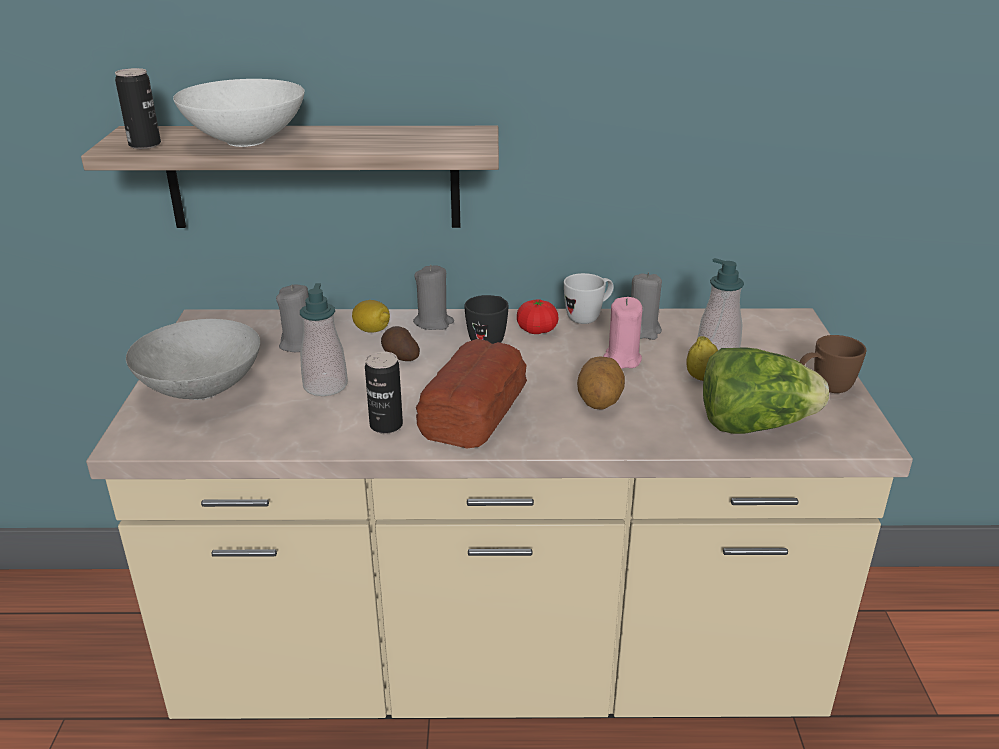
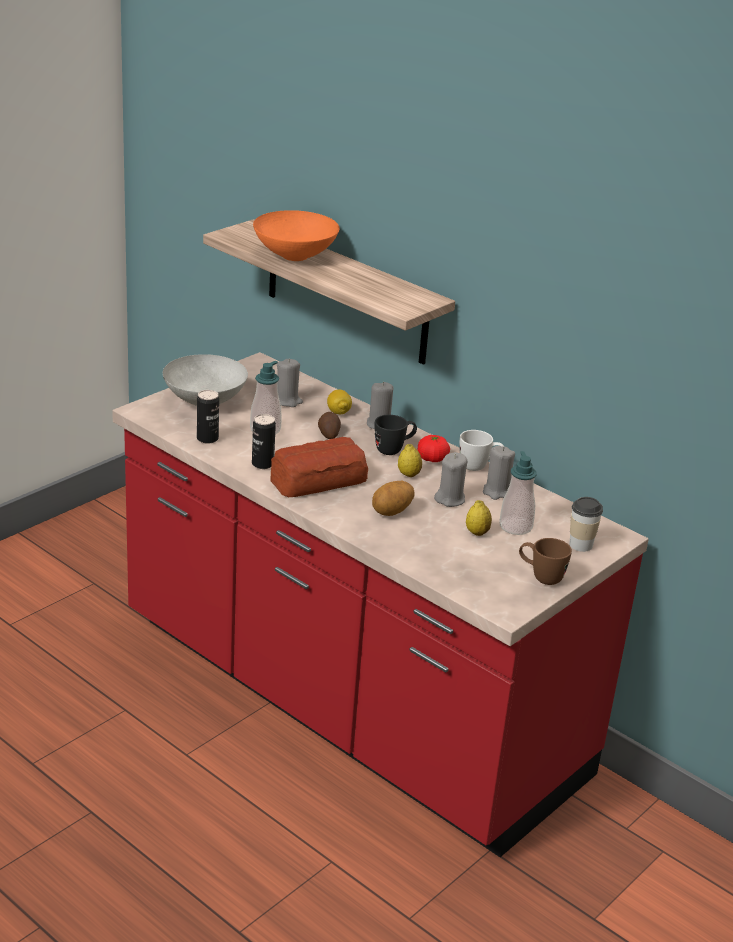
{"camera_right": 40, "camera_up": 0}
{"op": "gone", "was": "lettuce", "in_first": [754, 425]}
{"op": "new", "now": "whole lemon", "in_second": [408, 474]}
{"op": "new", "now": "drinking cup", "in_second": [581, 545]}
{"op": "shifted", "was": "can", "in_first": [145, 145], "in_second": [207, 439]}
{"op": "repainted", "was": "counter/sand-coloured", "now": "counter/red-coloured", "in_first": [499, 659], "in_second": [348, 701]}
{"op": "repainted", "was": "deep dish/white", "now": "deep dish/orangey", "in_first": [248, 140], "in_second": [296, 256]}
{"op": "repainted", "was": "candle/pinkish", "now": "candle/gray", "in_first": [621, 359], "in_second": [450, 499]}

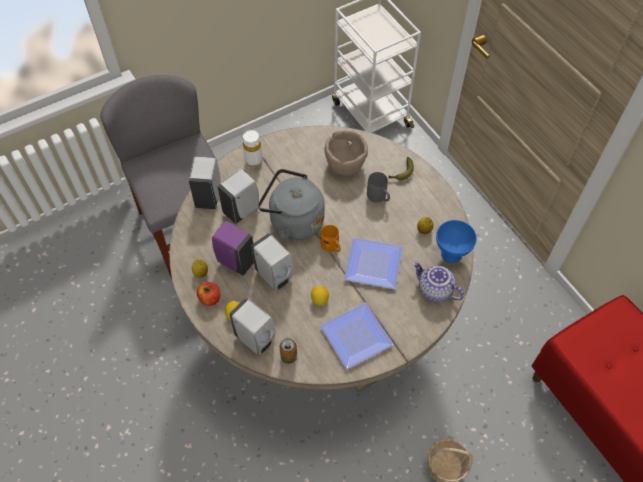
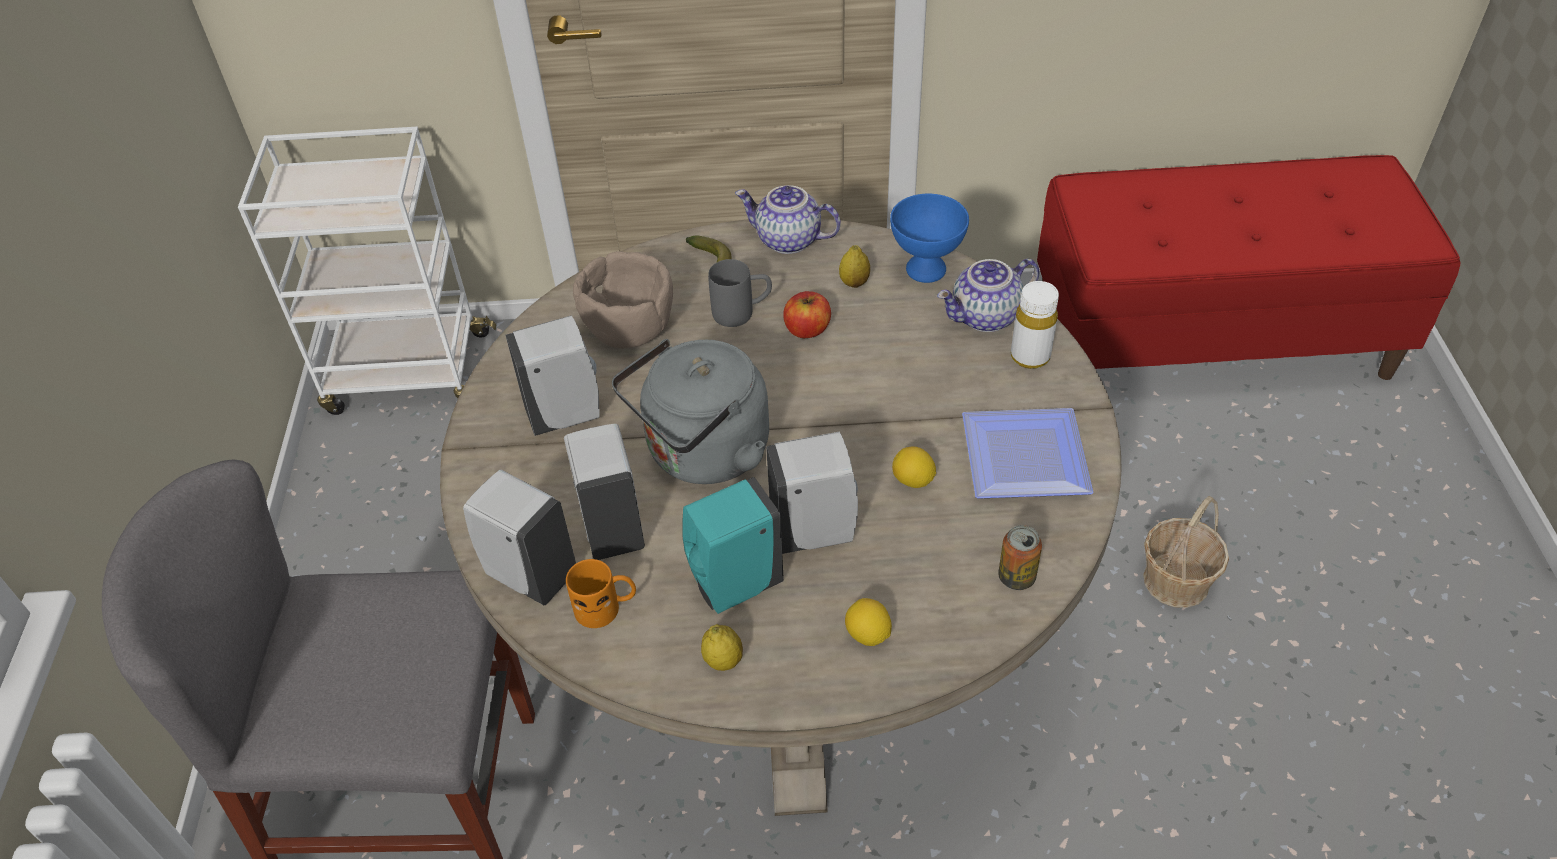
{"camera_right": -60, "camera_up": -10}
{"op": "gone", "was": "dinner plate", "in_first": [372, 262]}
{"op": "new", "now": "tea pot", "in_second": [787, 241]}
{"op": "shifted", "was": "whole apple", "in_first": [210, 298], "in_second": [807, 329]}
{"op": "shifted", "was": "soap bottle/white", "in_first": [256, 340], "in_second": [567, 414]}
{"op": "shifted", "was": "beverage bottle/white", "in_first": [254, 160], "in_second": [1030, 356]}
{"op": "shifted", "was": "coffee mug/orangey", "in_first": [332, 247], "in_second": [606, 607]}
{"op": "repainted", "was": "soap bottle/purple", "now": "soap bottle/blue-green", "in_first": [235, 261], "in_second": [733, 586]}

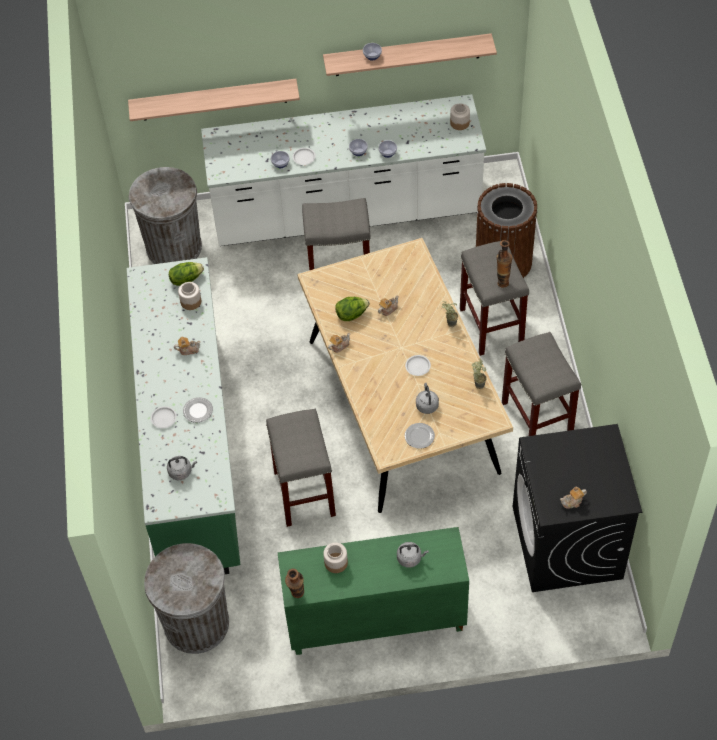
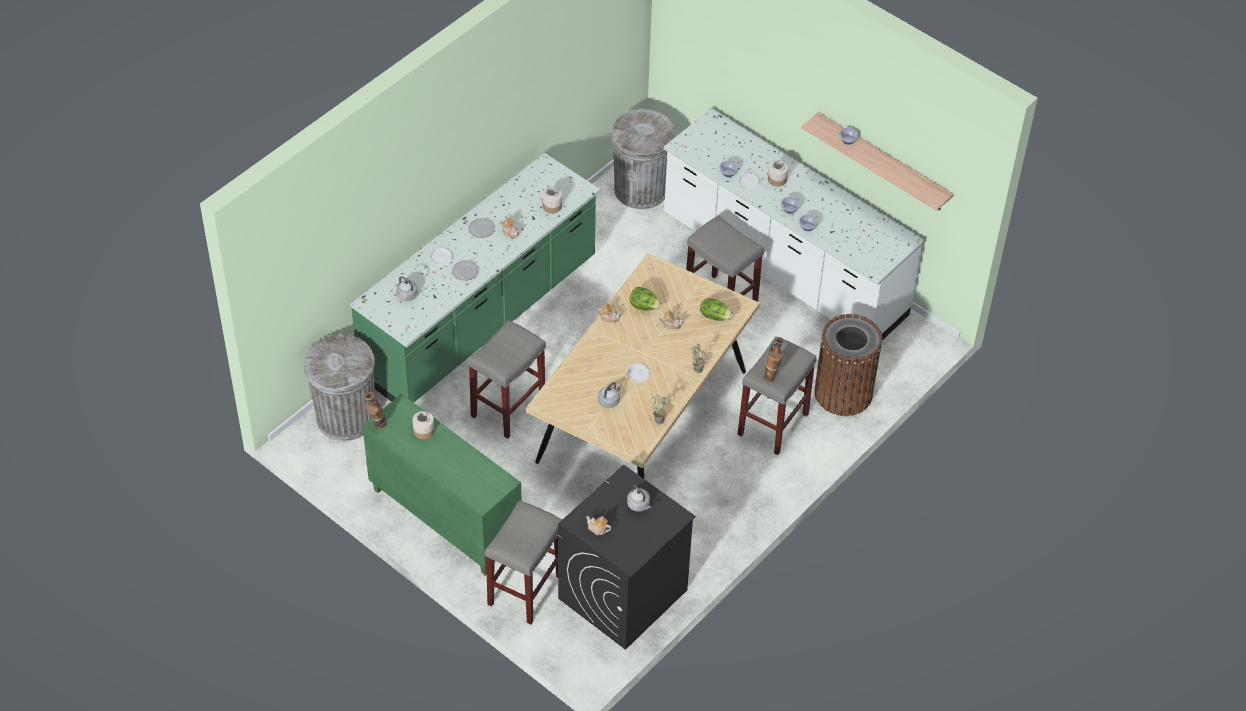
{"camera_right": 45, "camera_up": -5}
{"op": "gone", "was": "wall shelf", "in_first": [214, 99]}
{"op": "shifted", "was": "lettuce", "in_first": [186, 279], "in_second": [715, 316]}
{"op": "shifted", "was": "kettle/gray", "in_first": [410, 558], "in_second": [639, 505]}
{"op": "shifted", "was": "dinner plate", "in_first": [419, 436], "in_second": [481, 229]}
{"op": "shifted", "was": "storage jar", "in_first": [459, 123], "in_second": [777, 179]}
{"op": "shifted", "was": "stool/gray", "in_first": [538, 419], "in_second": [525, 591]}

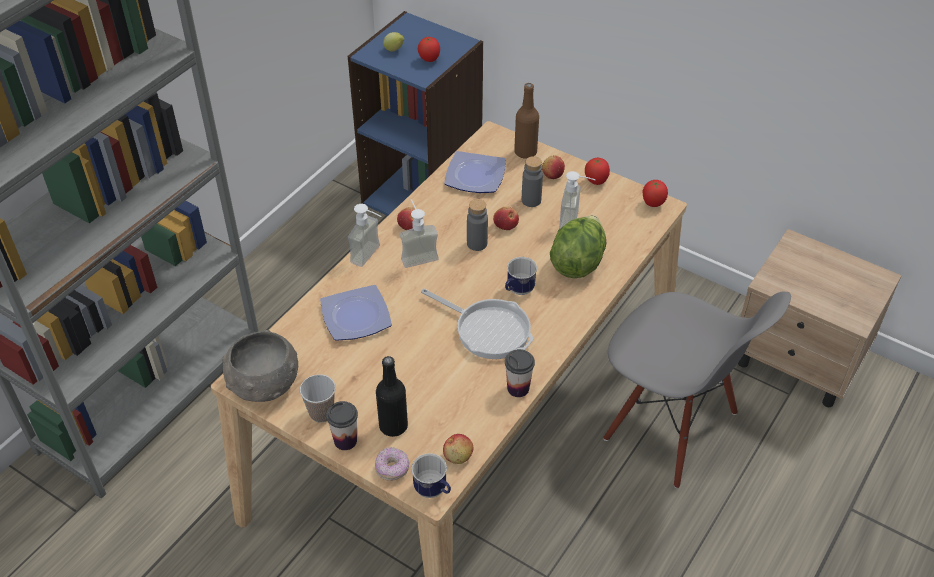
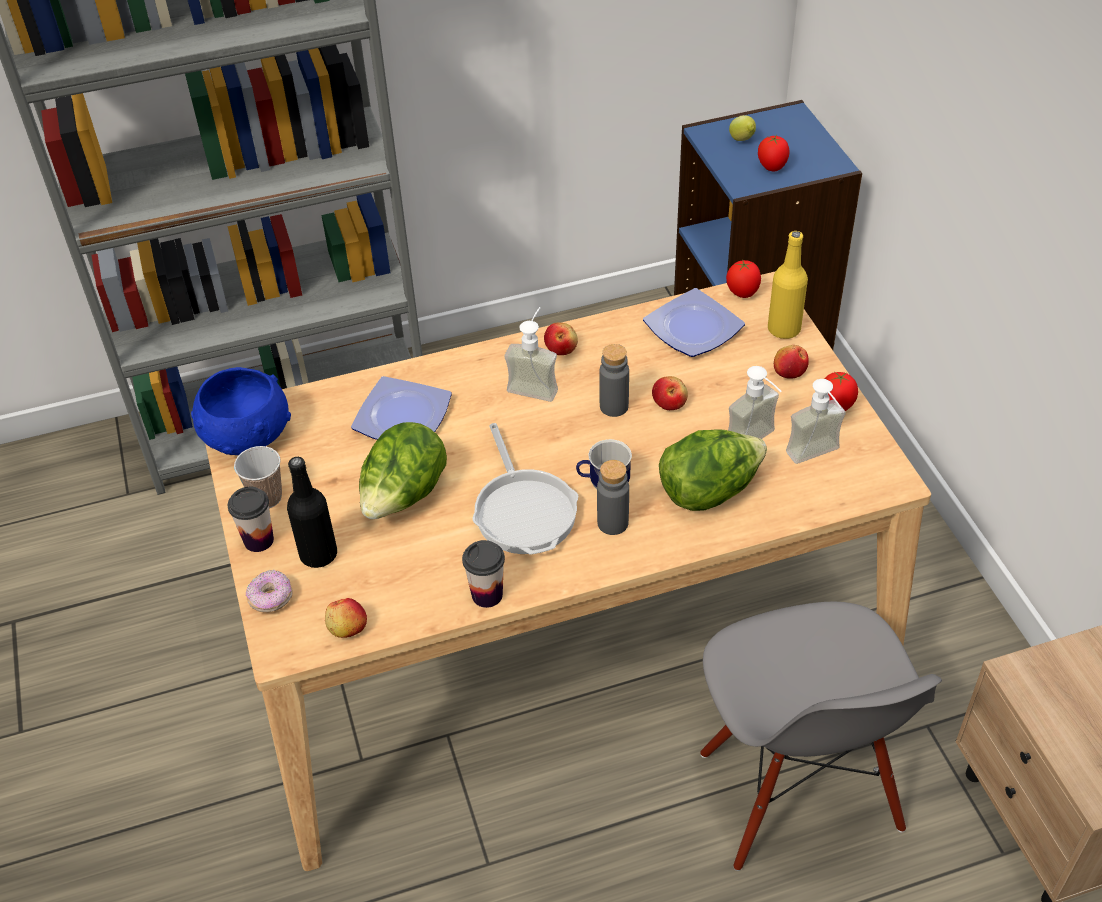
{"camera_right": 40, "camera_up": 0}
{"op": "gone", "was": "coffee mug", "in_first": [433, 491]}
{"op": "new", "now": "lettuce", "in_second": [404, 497]}
{"op": "shifted", "was": "soap bottle", "in_first": [371, 257], "in_second": [818, 457]}
{"op": "shifted", "was": "beverage bottle/gray", "in_first": [531, 200], "in_second": [612, 523]}
{"op": "shifted", "was": "fresh tomato", "in_first": [652, 204], "in_second": [742, 293]}
{"op": "repainted", "was": "deep dish/gray", "now": "deep dish/blue-coloured", "in_first": [263, 384], "in_second": [246, 435]}
{"op": "repainted", "was": "beverage bottle/brownish", "now": "beverage bottle/yellow-coloured", "in_first": [525, 152], "in_second": [784, 329]}

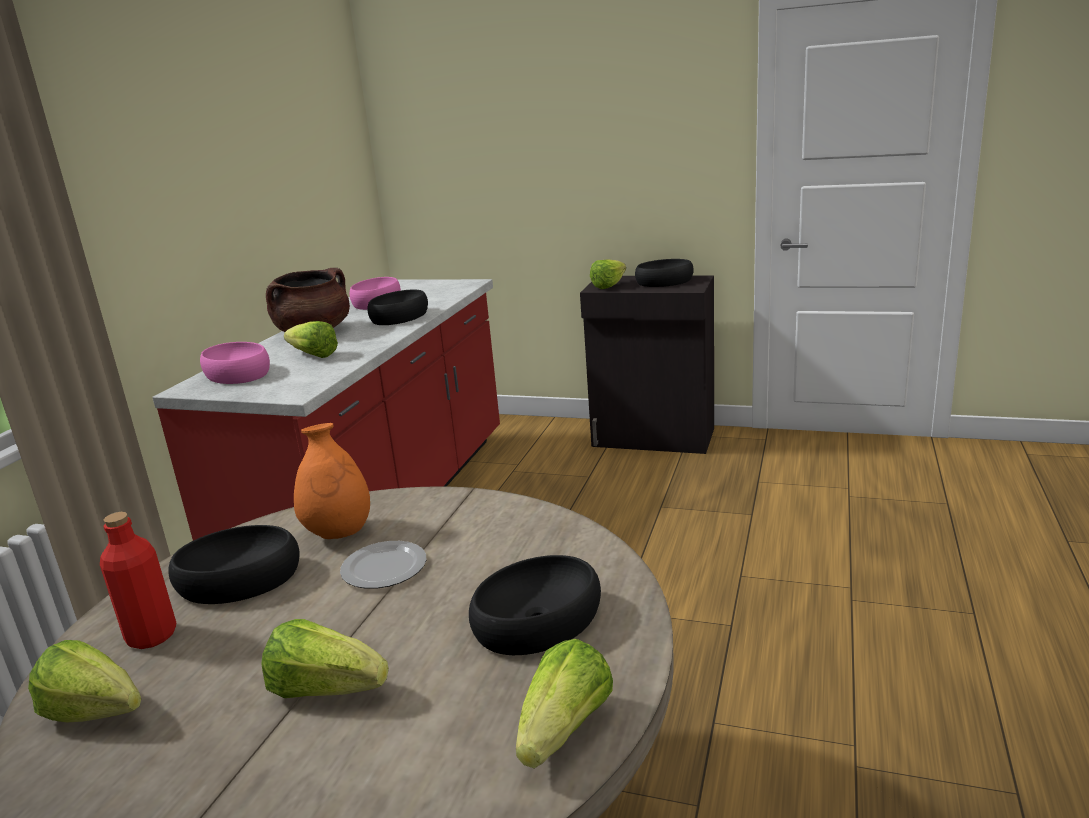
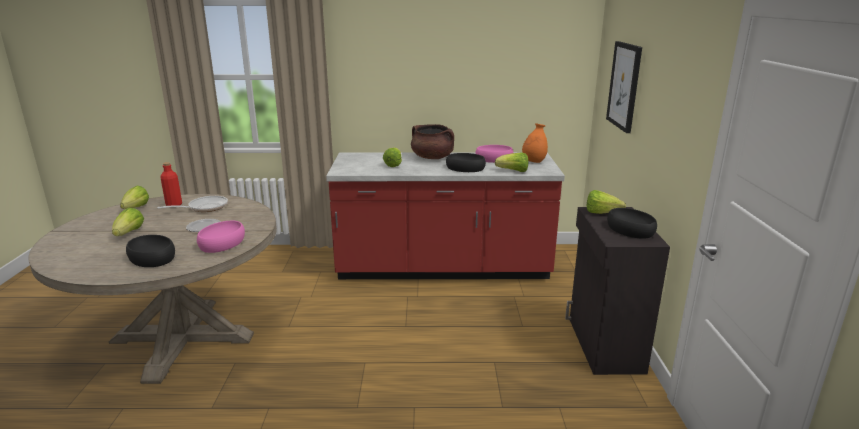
{"camera_right": 70, "camera_up": 0}
{"op": "new", "now": "wall art", "in_second": [624, 86]}
{"op": "shifted", "was": "deep dish/pinkish", "in_first": [236, 374], "in_second": [222, 243]}
{"op": "shifted", "was": "vase/orangey", "in_first": [339, 533], "in_second": [534, 162]}
{"op": "shifted", "was": "lettuce", "in_first": [565, 730], "in_second": [513, 171]}
{"op": "swapped", "was": "deep dish/black", "now": "pan", "in_first": [238, 580], "in_second": [204, 207]}

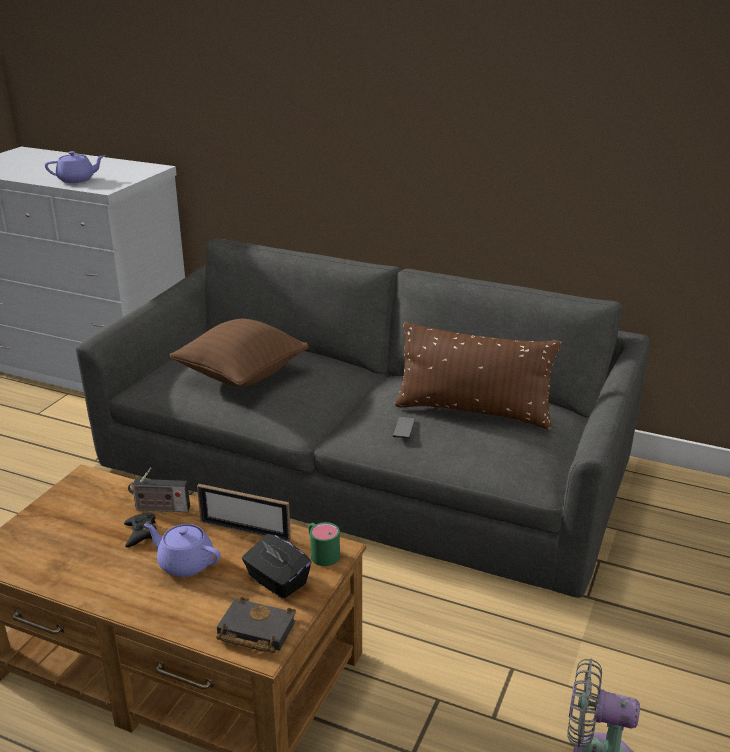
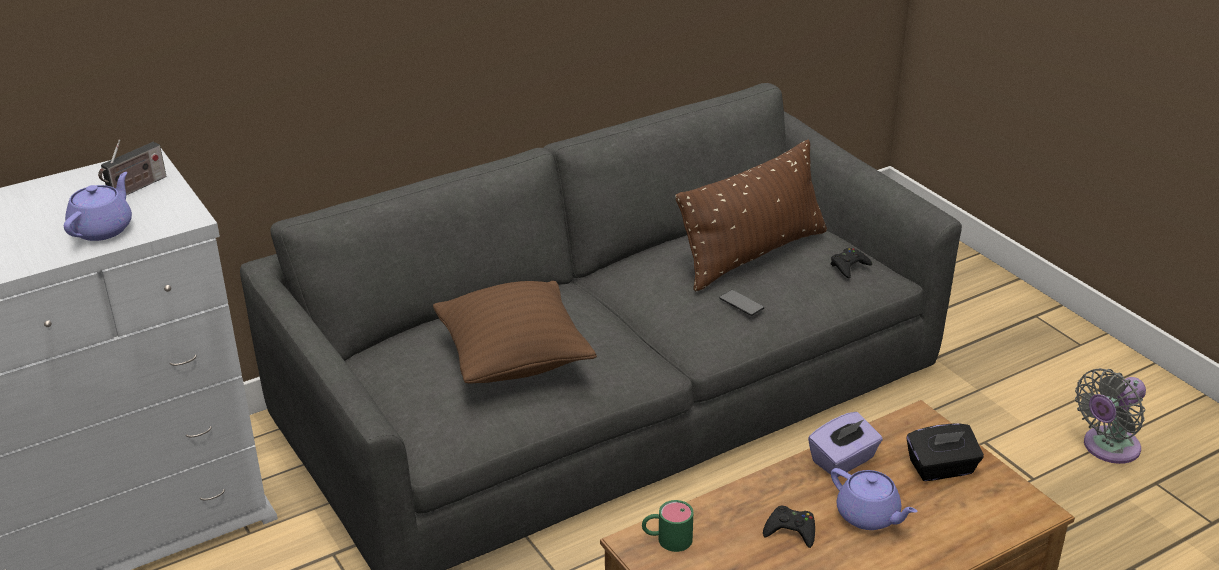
{"camera_right": -55, "camera_up": 5}
{"op": "gone", "was": "bound book/black", "in_first": [253, 631]}
{"op": "new", "now": "joypad/black", "in_second": [849, 266]}
{"op": "shifted", "was": "radio set", "in_first": [160, 508], "in_second": [135, 188]}
{"op": "shifted", "was": "coffee mug/green-coloured", "in_first": [321, 552], "in_second": [667, 539]}
{"op": "swapped", "was": "photo frame", "now": "tissue box/purple", "in_first": [245, 530], "in_second": [843, 461]}
{"op": "rotated", "was": "tea pot/purple", "in_first": [185, 563], "in_second": [869, 516], "clockwise": -105}

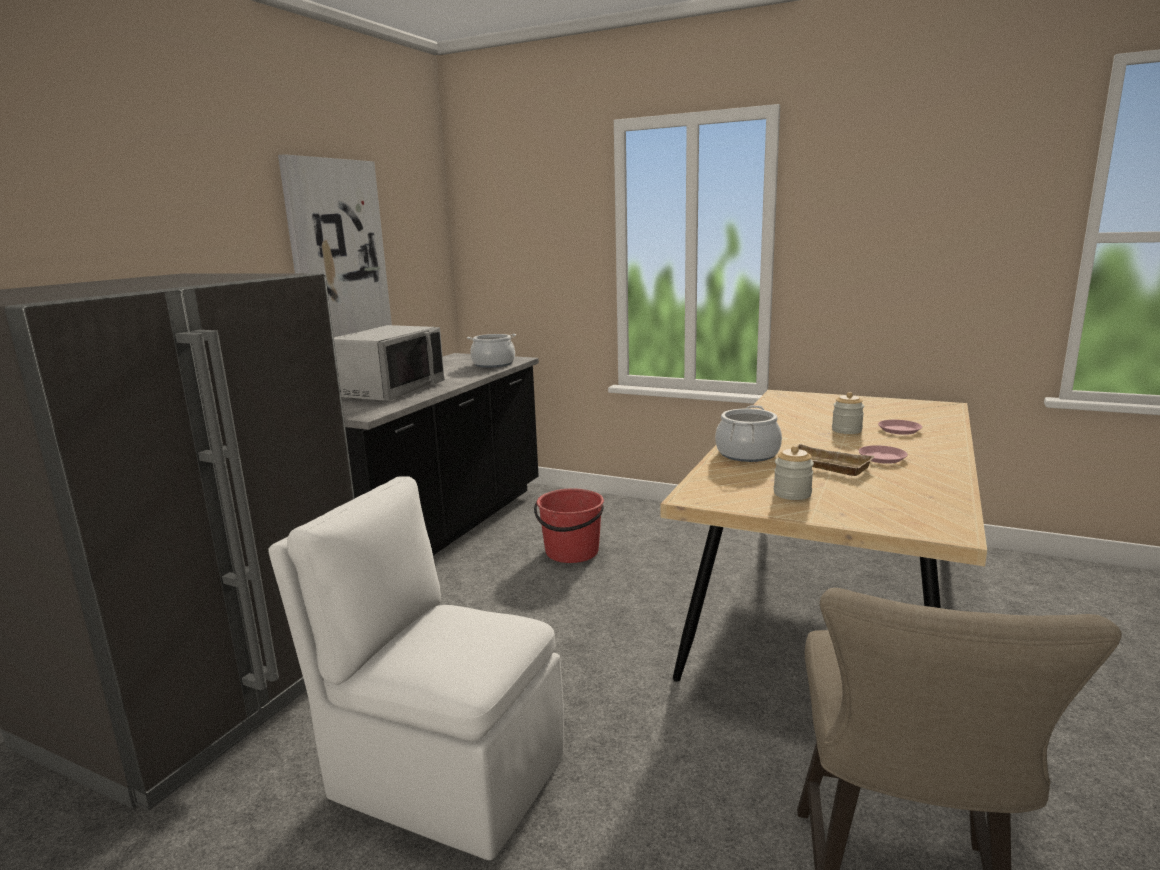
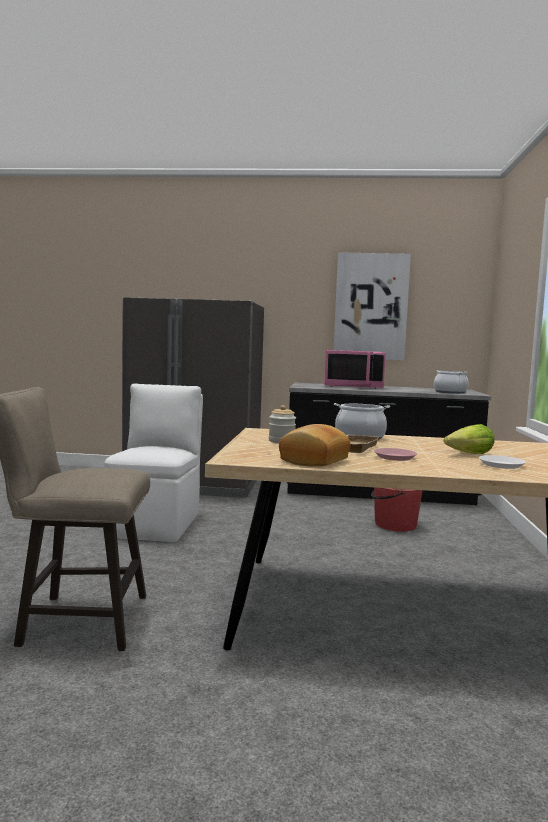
{"camera_right": 70, "camera_up": -10}
{"op": "new", "now": "bread", "in_second": [312, 460]}
{"op": "swapped", "was": "storage jar", "now": "lettuce", "in_first": [846, 430], "in_second": [470, 454]}
{"op": "repainted", "was": "kitchen microwave/gray", "now": "kitchen microwave/pinkish", "in_first": [389, 390], "in_second": [353, 387]}
{"op": "repainted", "was": "dinner plate/pinkish", "now": "dinner plate/white", "in_first": [899, 430], "in_second": [501, 465]}

